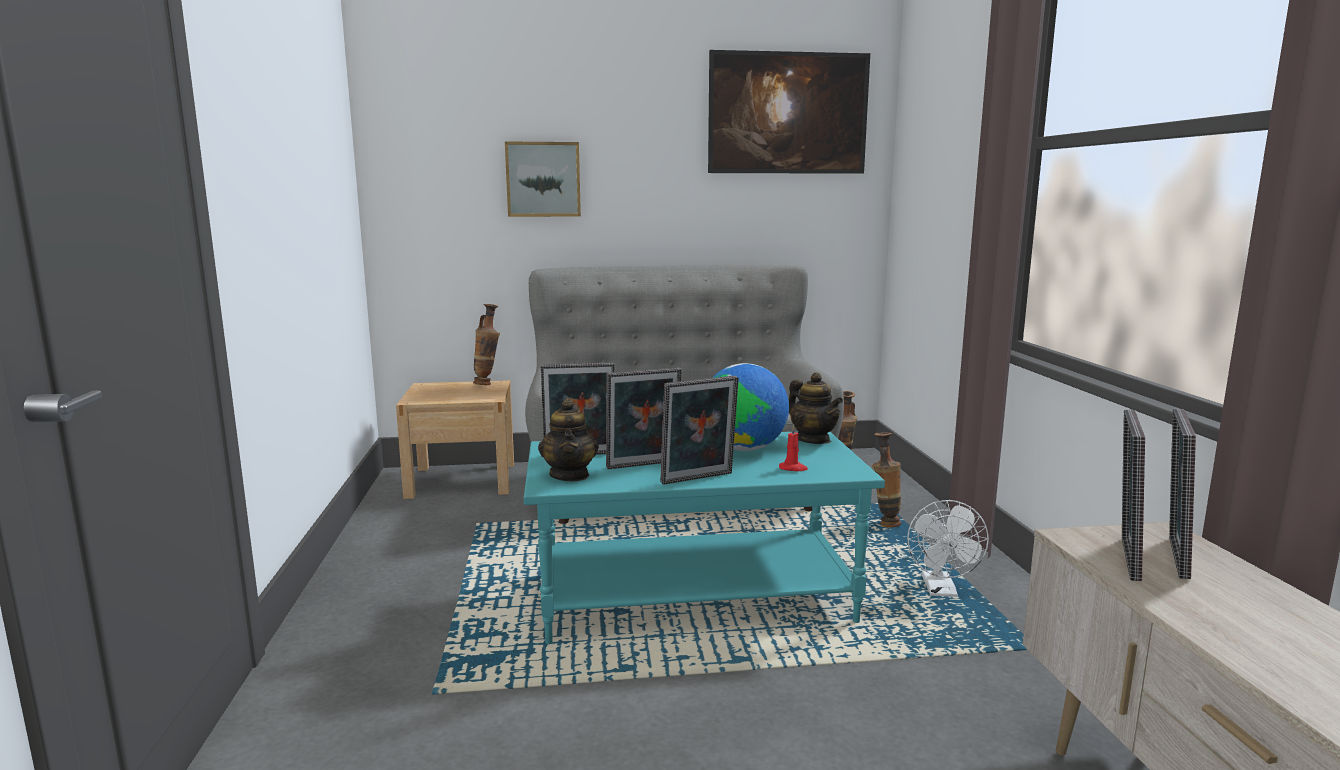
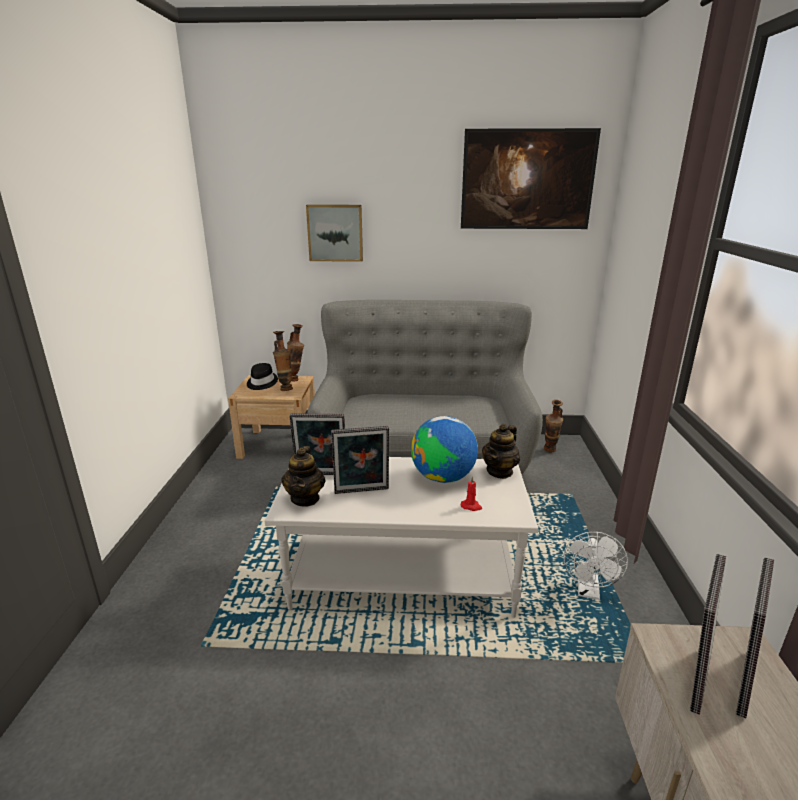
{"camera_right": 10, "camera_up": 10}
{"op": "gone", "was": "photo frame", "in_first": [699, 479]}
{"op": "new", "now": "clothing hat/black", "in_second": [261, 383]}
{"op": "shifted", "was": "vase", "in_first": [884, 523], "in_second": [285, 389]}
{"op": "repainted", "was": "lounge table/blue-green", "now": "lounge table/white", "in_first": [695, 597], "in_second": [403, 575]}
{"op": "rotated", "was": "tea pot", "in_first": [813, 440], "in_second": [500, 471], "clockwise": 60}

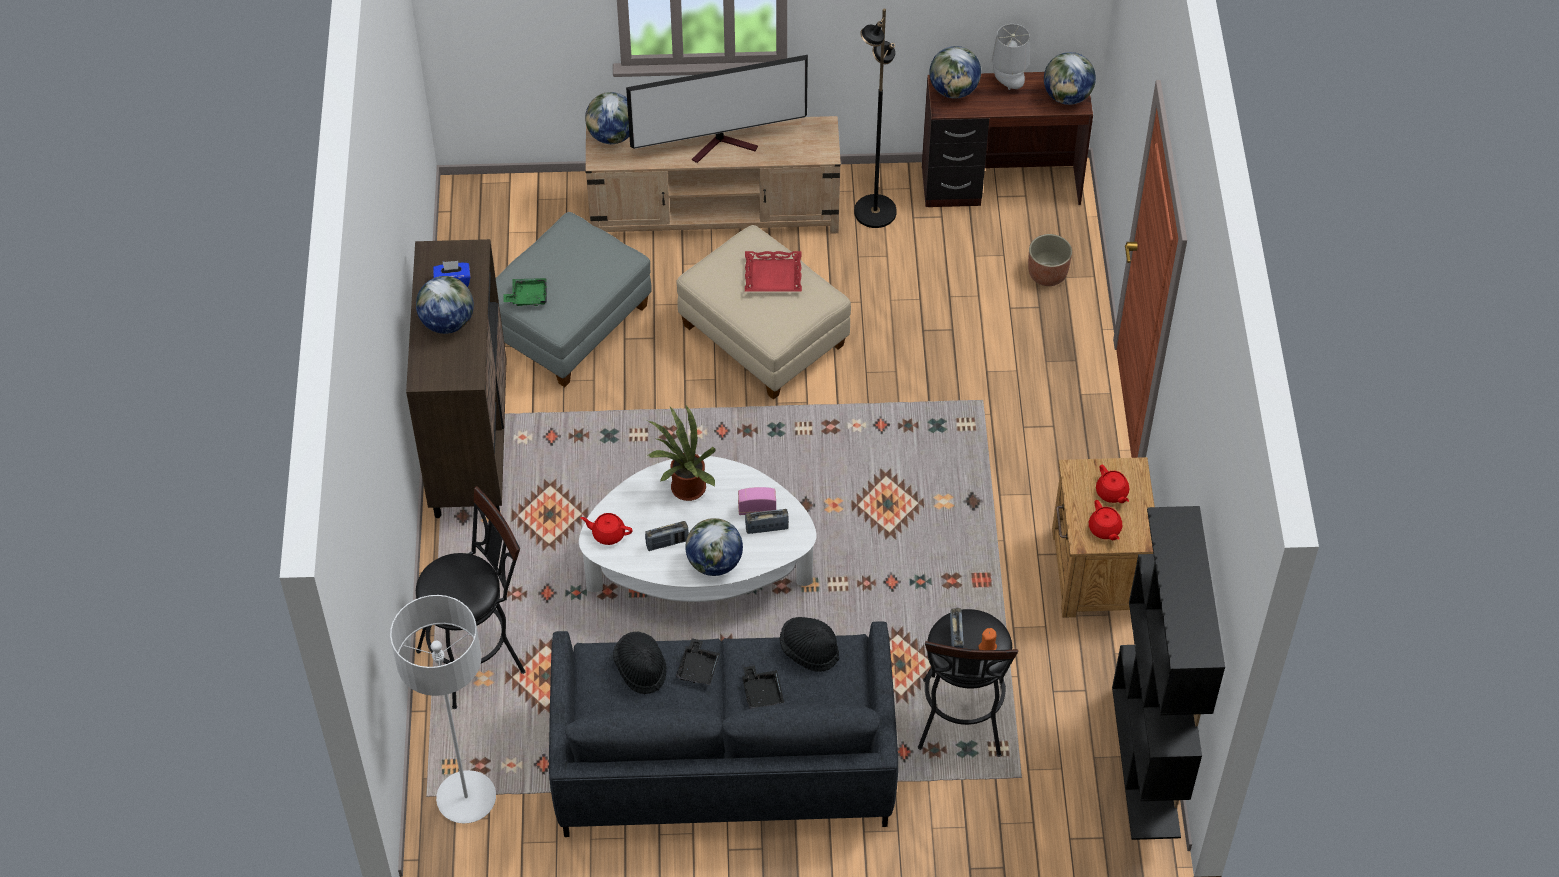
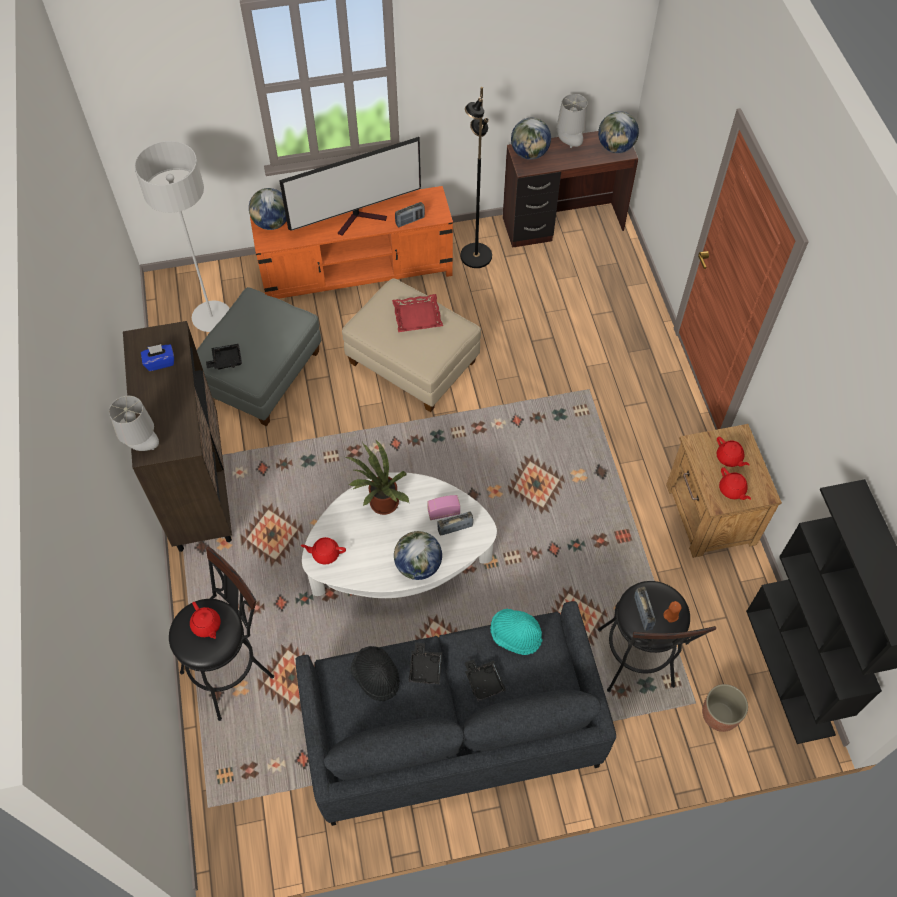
{"camera_right": -10, "camera_up": 5}
{"op": "gone", "was": "desk globe", "in_first": [447, 322]}
{"op": "new", "now": "lamp for a table/gray", "in_second": [143, 446]}
{"op": "new", "now": "tea pot/red-coloured", "in_second": [206, 626]}
{"op": "shifted", "was": "standing lamp/gray", "in_first": [466, 798], "in_second": [212, 317]}
{"op": "shifted", "was": "radio set", "in_first": [667, 543], "in_second": [410, 221]}
{"op": "shifted", "was": "planter", "in_first": [1047, 274], "in_second": [719, 715]}
{"op": "repainted", "was": "tray/green-coloured", "now": "tray/black", "in_first": [528, 296], "in_second": [226, 360]}
{"op": "repainted", "was": "media console/sand-coloured", "now": "media console/orangey", "in_first": [715, 213], "in_second": [357, 272]}
{"op": "repainted", "was": "clothing hat/black", "now": "clothing hat/blue-green", "in_first": [809, 650], "in_second": [515, 635]}

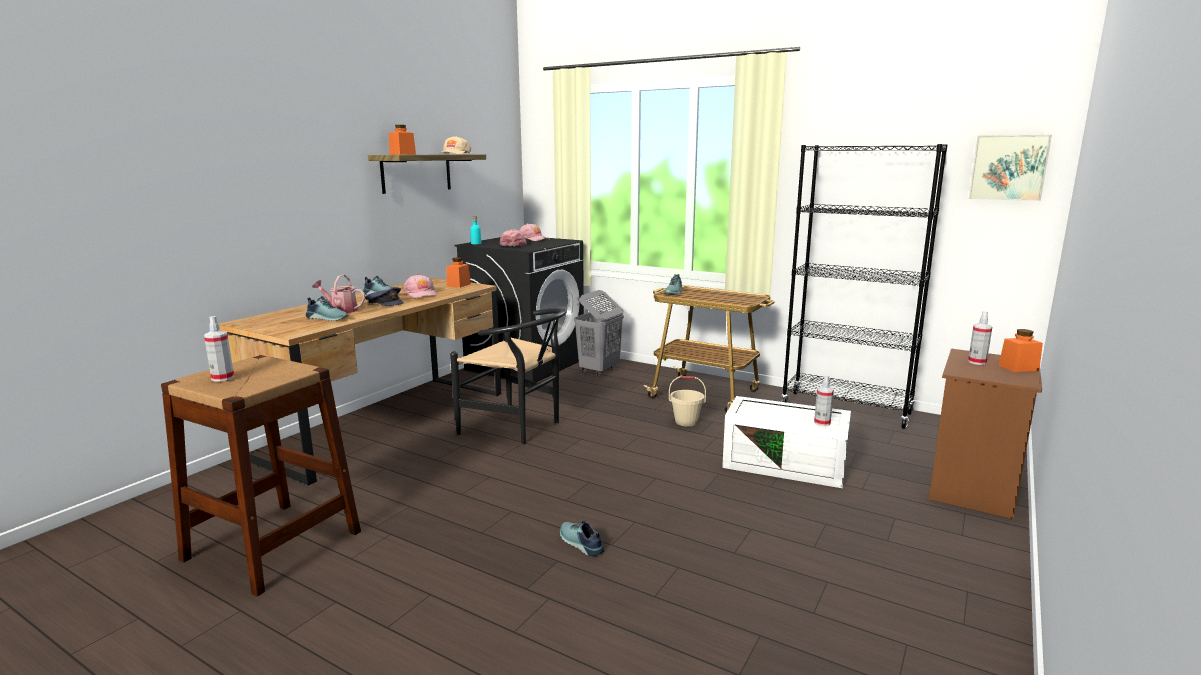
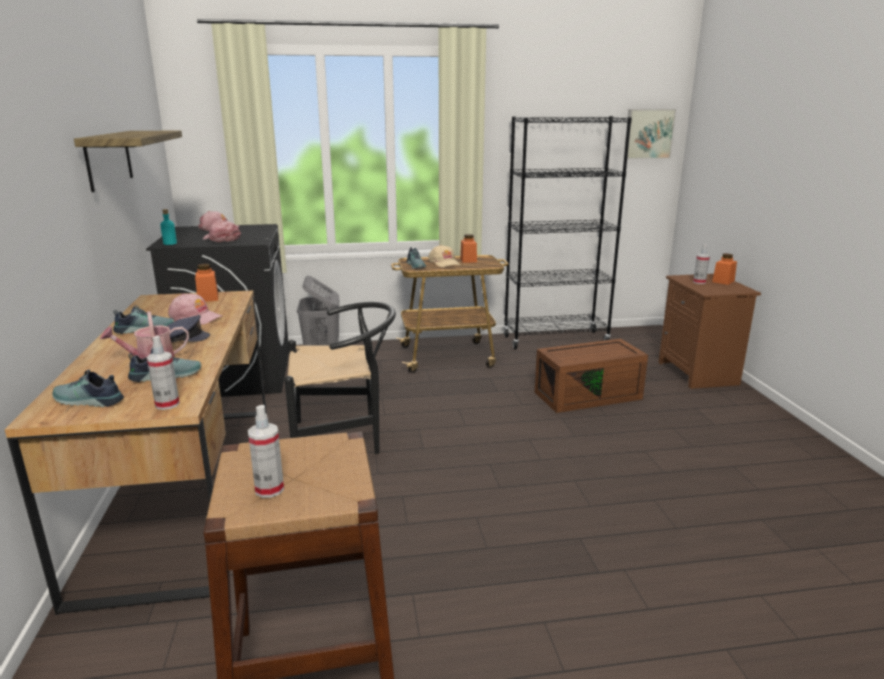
{"camera_right": -40, "camera_up": 5}
{"op": "gone", "was": "bucket/sand-coloured", "in_first": [686, 422]}
{"op": "shifted", "was": "storage jar/orangey", "in_first": [402, 154], "in_second": [468, 260]}
{"op": "shifted", "was": "cap/sand-coloured", "in_first": [454, 154], "in_second": [444, 263]}
{"op": "shifted", "was": "shoe", "in_first": [580, 543], "in_second": [87, 401]}
{"op": "shifted", "was": "hand sprayer", "in_first": [822, 423], "in_second": [167, 404]}
{"op": "repainted", "was": "storage container/white", "now": "storage container/brownish", "in_first": [786, 465], "in_second": [588, 395]}

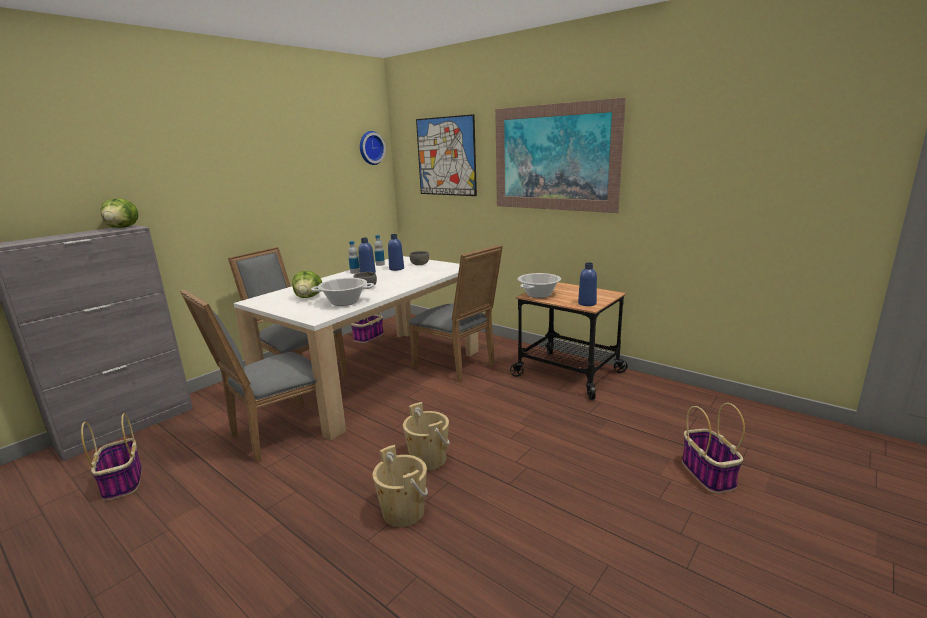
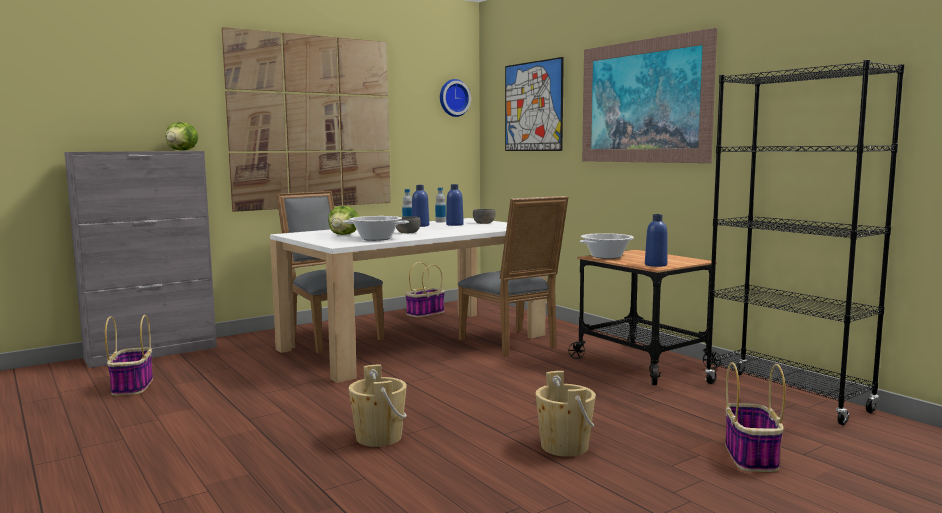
{"camera_right": 15, "camera_up": -10}
{"op": "gone", "was": "upright chair/gray", "in_first": [277, 434]}
{"op": "new", "now": "wall art", "in_second": [312, 122]}
{"op": "new", "now": "bookcase/black", "in_second": [786, 397]}
{"op": "shifted", "was": "bucket/sand-coloured", "in_first": [428, 459], "in_second": [564, 446]}

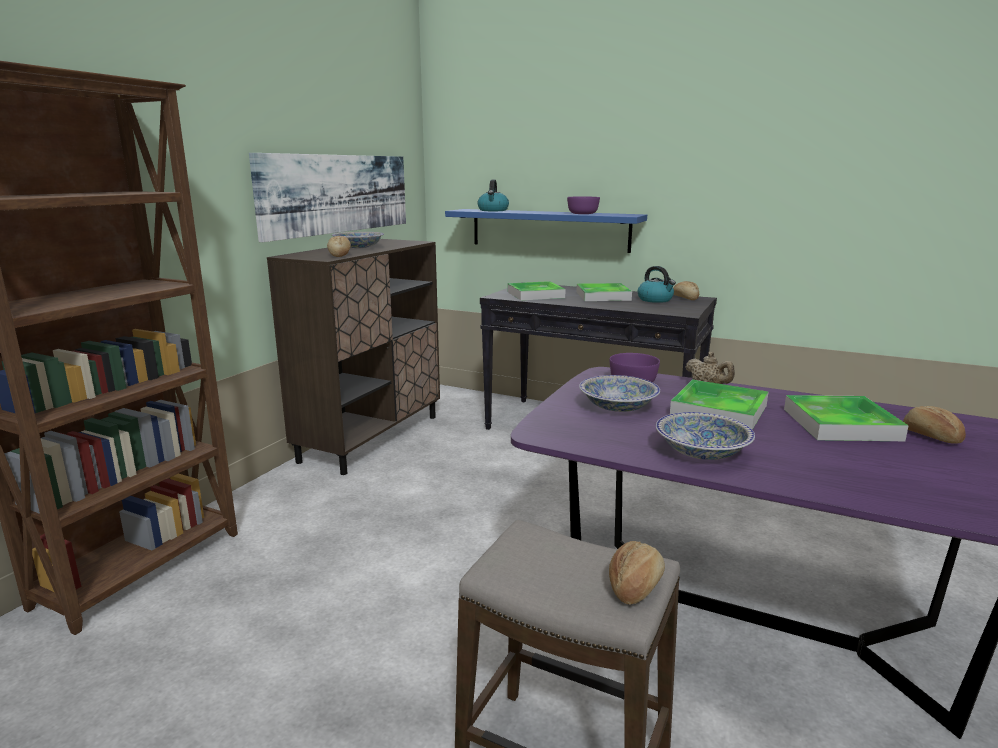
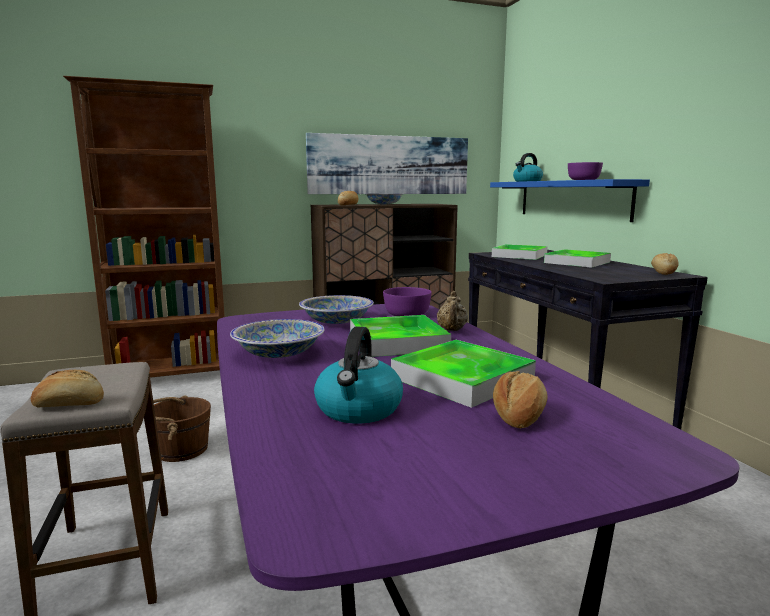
{"camera_right": 45, "camera_up": -5}
{"op": "new", "now": "bucket/brownish", "in_second": [180, 449]}
{"op": "shifted", "was": "kettle", "in_first": [655, 300], "in_second": [359, 410]}

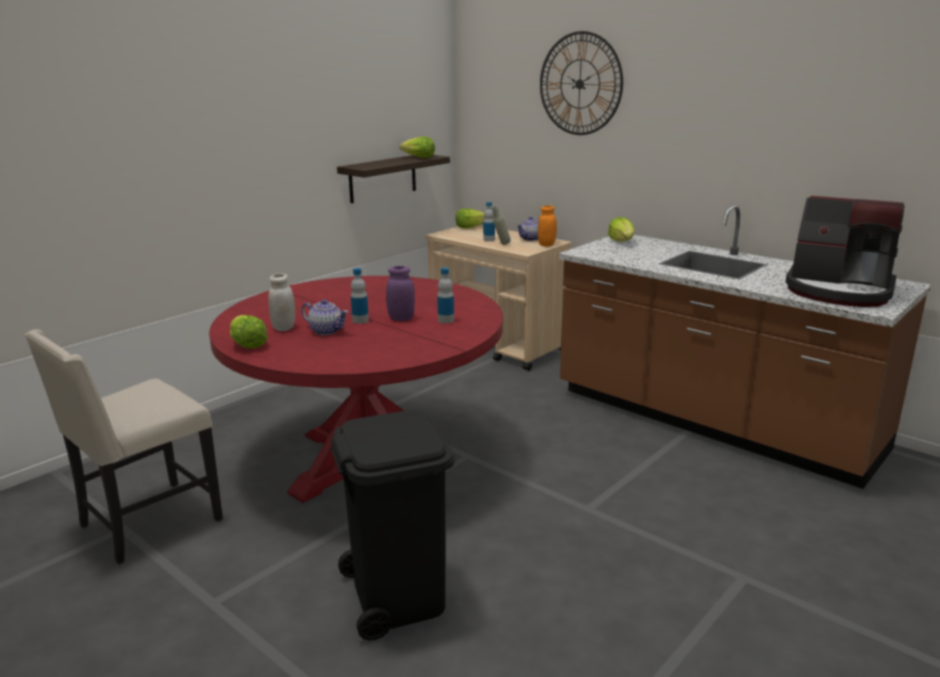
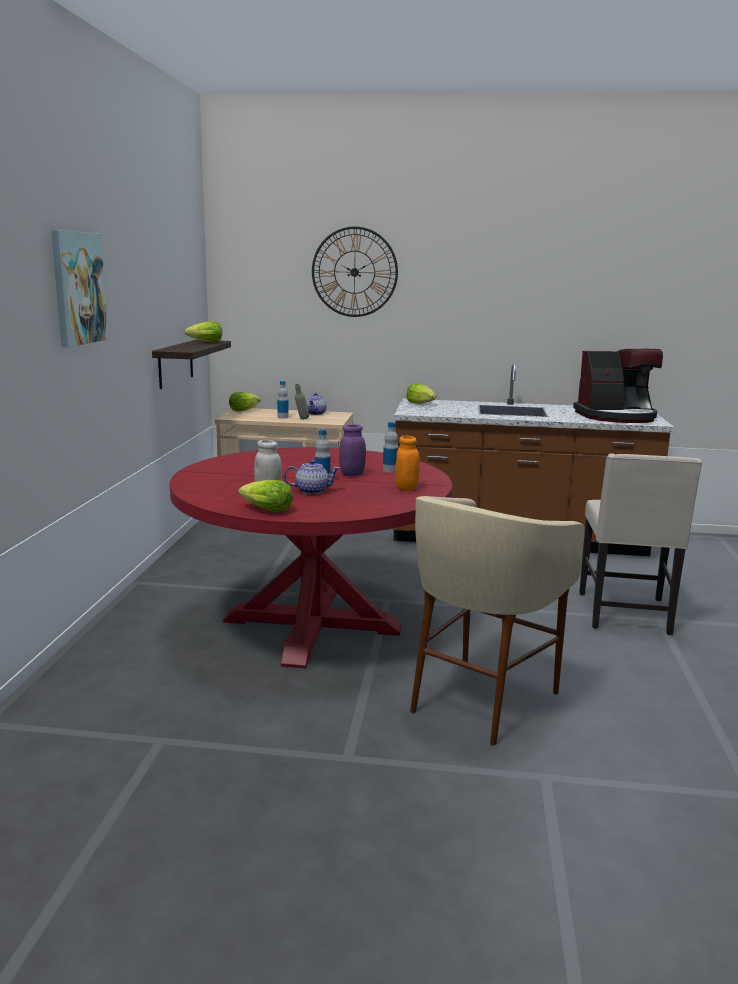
{"camera_right": -35, "camera_up": -5}
{"op": "new", "now": "wall art", "in_second": [78, 288]}
{"op": "shifted", "was": "upright chair/sand-coloured", "in_first": [147, 523], "in_second": [626, 614]}
{"op": "shifted", "was": "storage jar/orangey", "in_first": [546, 245], "in_second": [406, 489]}
{"op": "swapped", "was": "trash can/black", "now": "stool/sand-coloured", "in_first": [397, 596], "in_second": [481, 700]}

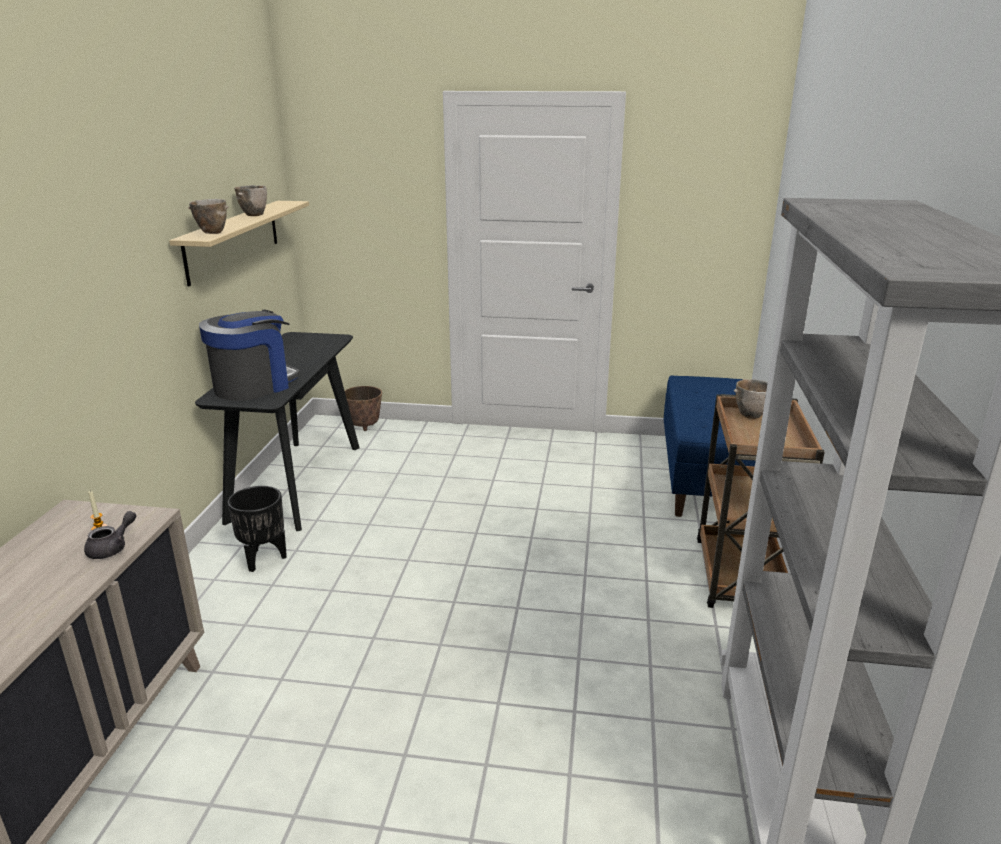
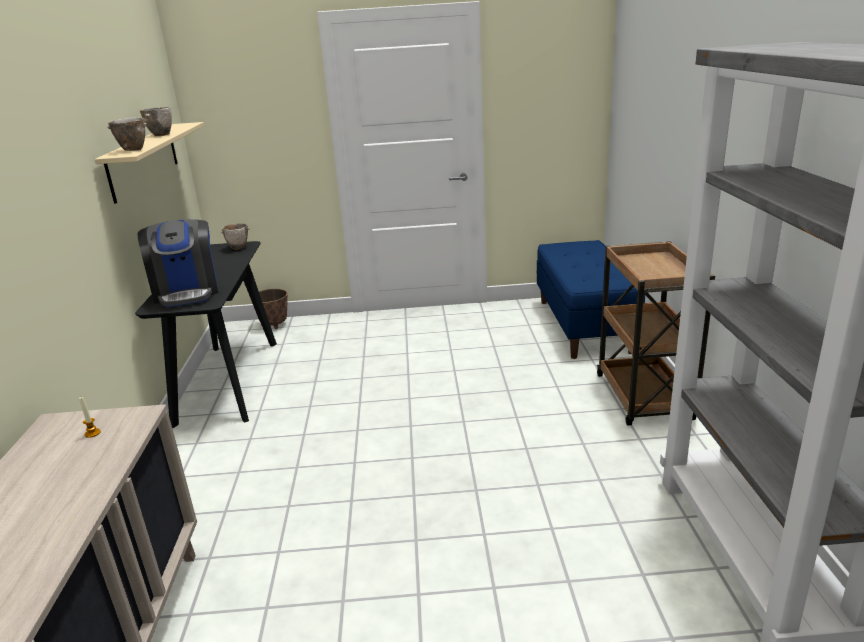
{"camera_right": -10, "camera_up": 0}
{"op": "gone", "was": "tea pot/gray", "in_first": [112, 548]}
{"op": "gone", "was": "planter/black", "in_first": [264, 559]}
{"op": "shifted", "was": "deep dish", "in_first": [752, 415], "in_second": [239, 248]}
{"op": "rotated", "was": "coffee machine", "in_first": [254, 385], "in_second": [187, 292], "clockwise": 135}

